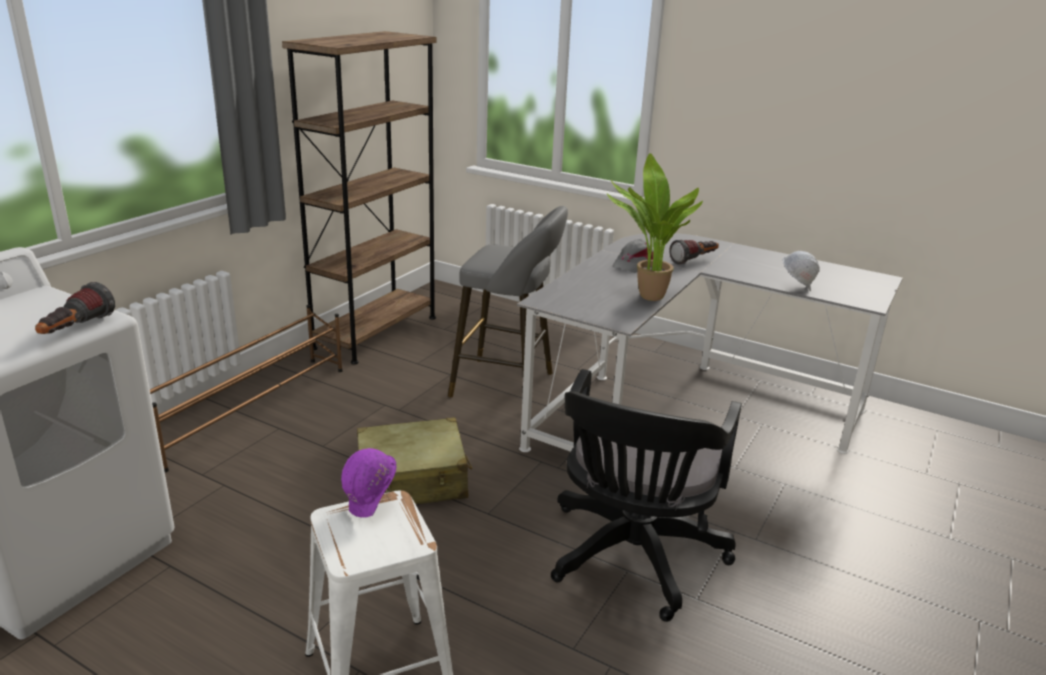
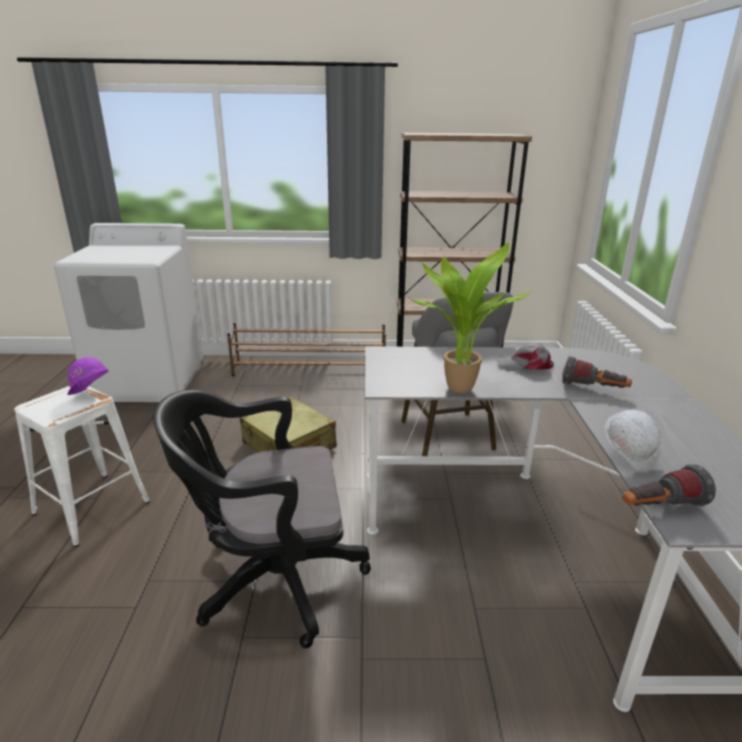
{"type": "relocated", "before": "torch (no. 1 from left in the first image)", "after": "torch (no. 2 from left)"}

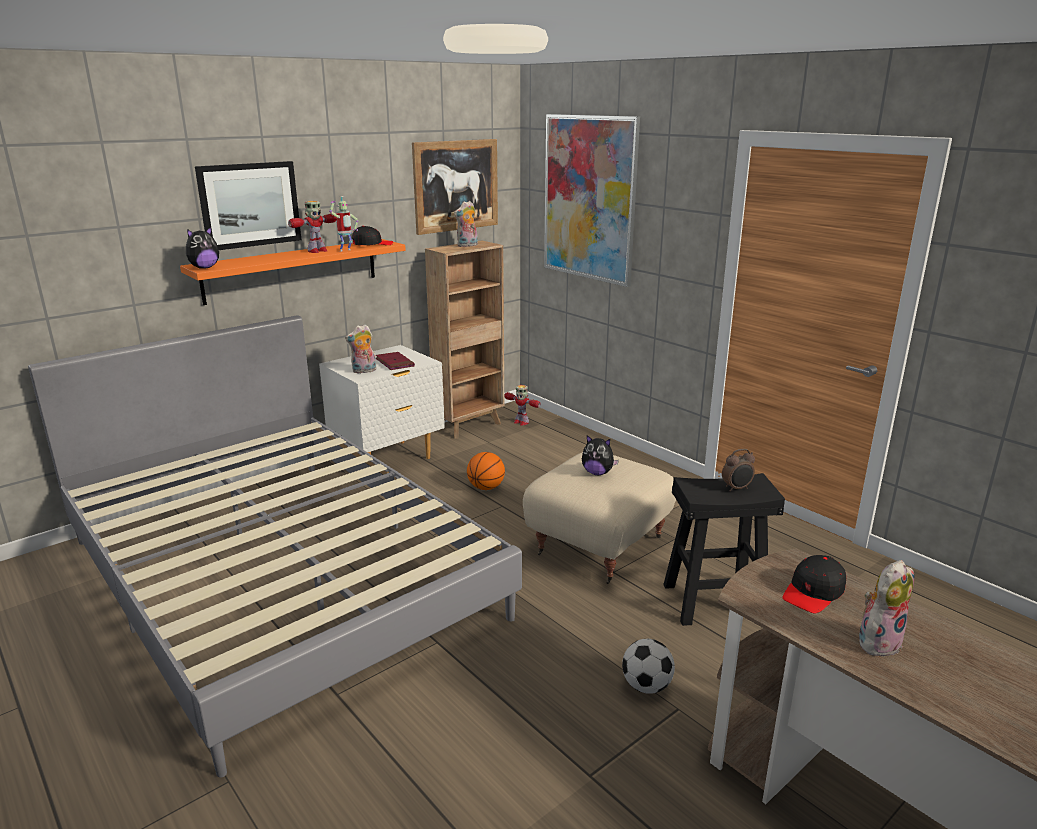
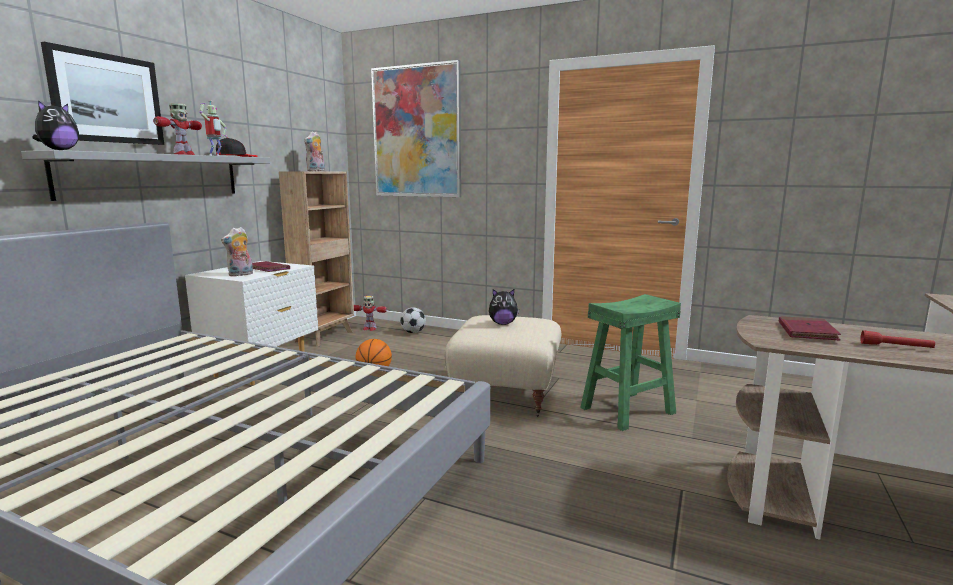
{"type": "colour", "before": "wall shelf/orange-coloured", "after": "wall shelf/grey"}
{"type": "missing", "before": "wall art (no. 2 from left)"}
{"type": "relocated", "before": "football ball"}
{"type": "colour", "before": "stool seat/blackish", "after": "stool seat/green-coloured"}
{"type": "missing", "before": "table clock"}
{"type": "exchanged", "before": "baseball cap/blackish (no. 2 from left)", "after": "bound book/reddish (no. 2 from left)"}
{"type": "exchanged", "before": "plush toy (no. 5 from left)", "after": "torch/reddish"}

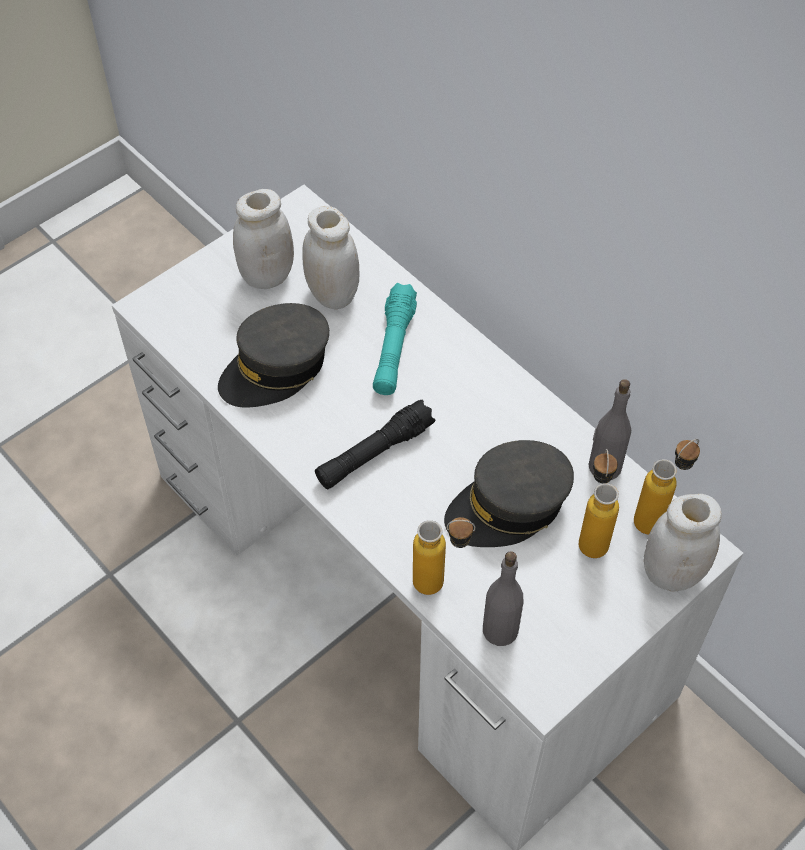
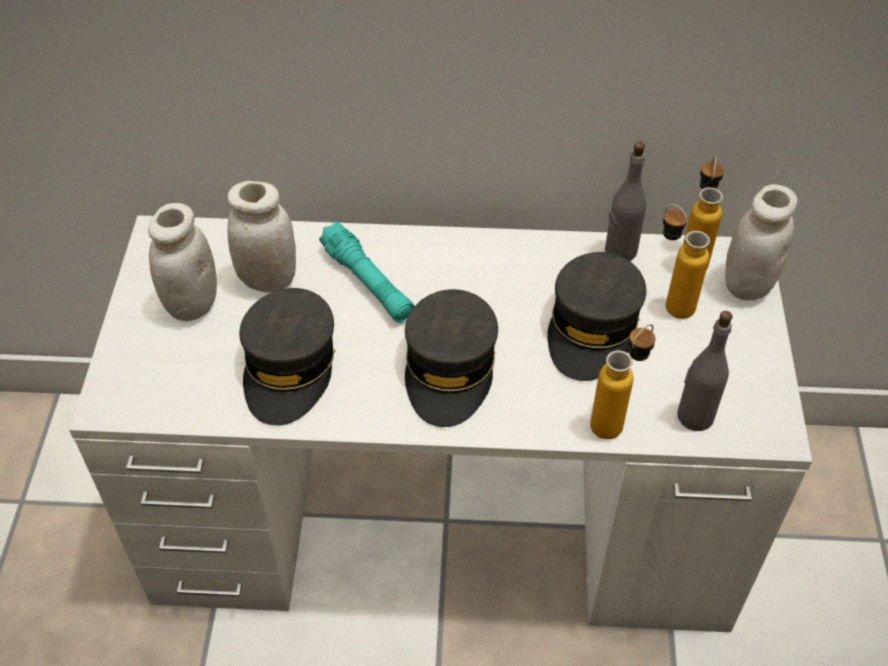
{"type": "exchanged", "before": "torch/blackish", "after": "baseball cap/grey (no. 2 from left)"}

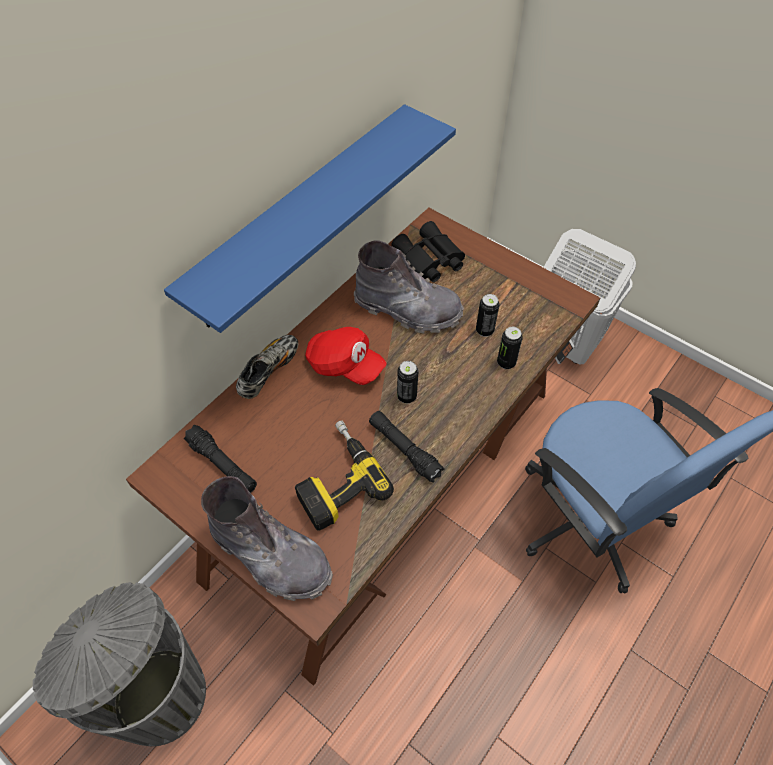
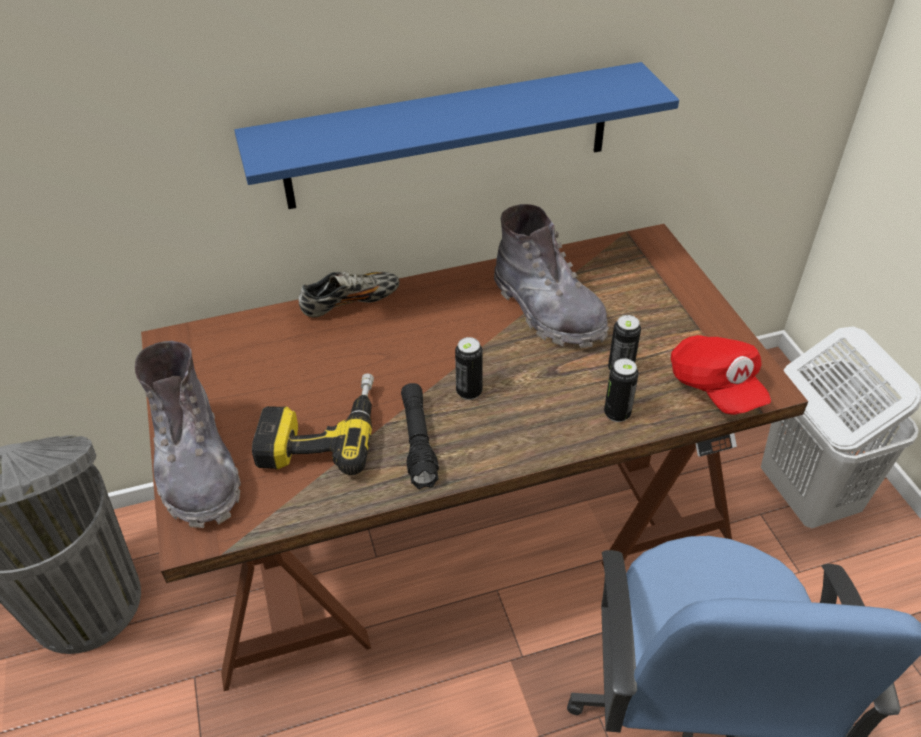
{"type": "missing", "before": "torch/blackish (no. 1 from left)"}
{"type": "relocated", "before": "baseball cap/reddish"}
{"type": "missing", "before": "field glasses/blackish"}

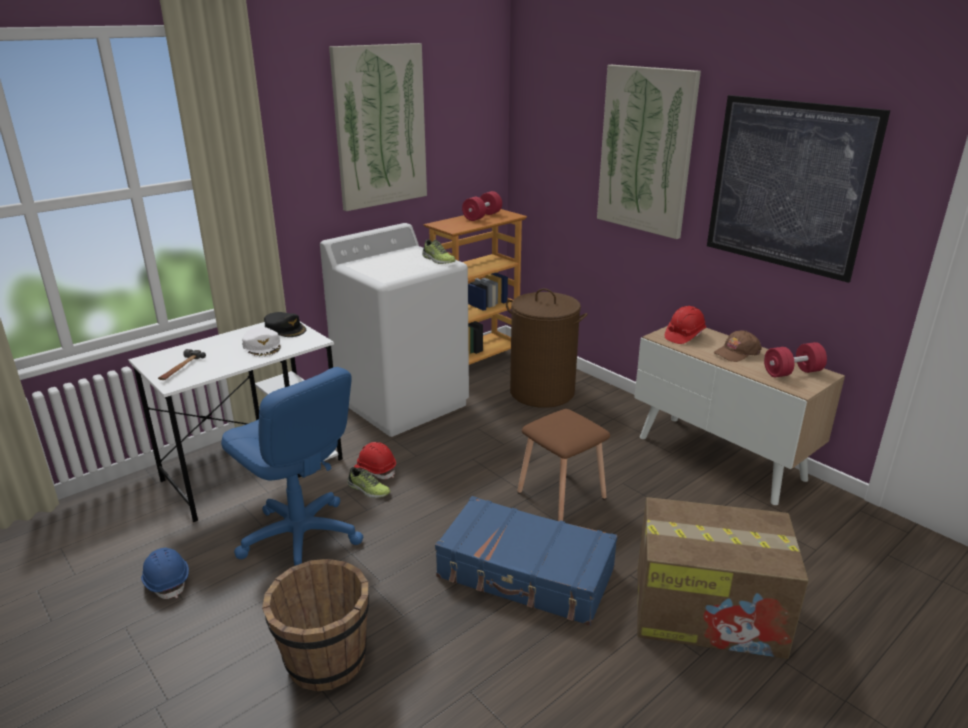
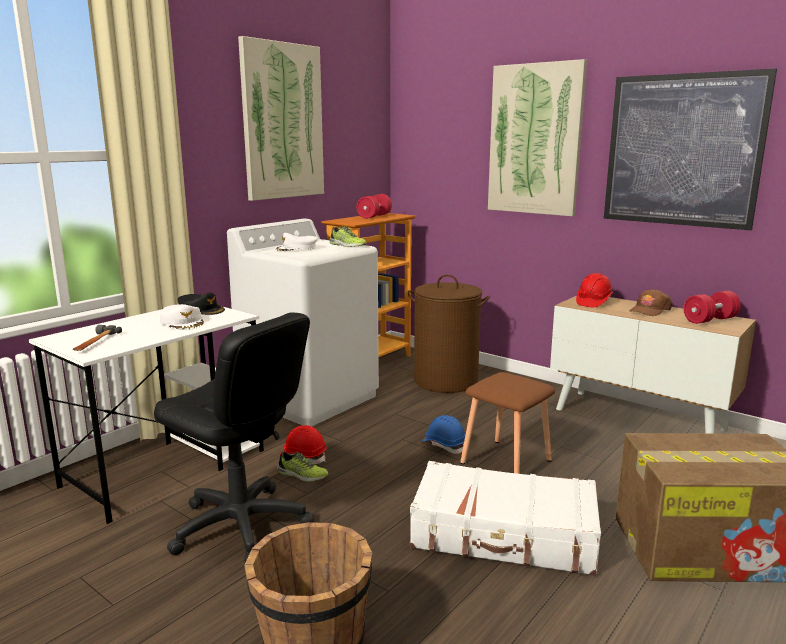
{"type": "relocated", "before": "safety helmet/blue-coloured"}
{"type": "colour", "before": "computer chair/blue-coloured", "after": "computer chair/blackish"}
{"type": "colour", "before": "suitcase/blue-coloured", "after": "suitcase/whitish"}
{"type": "appeared", "after": "baseball cap/whitish (no. 2 from left)"}

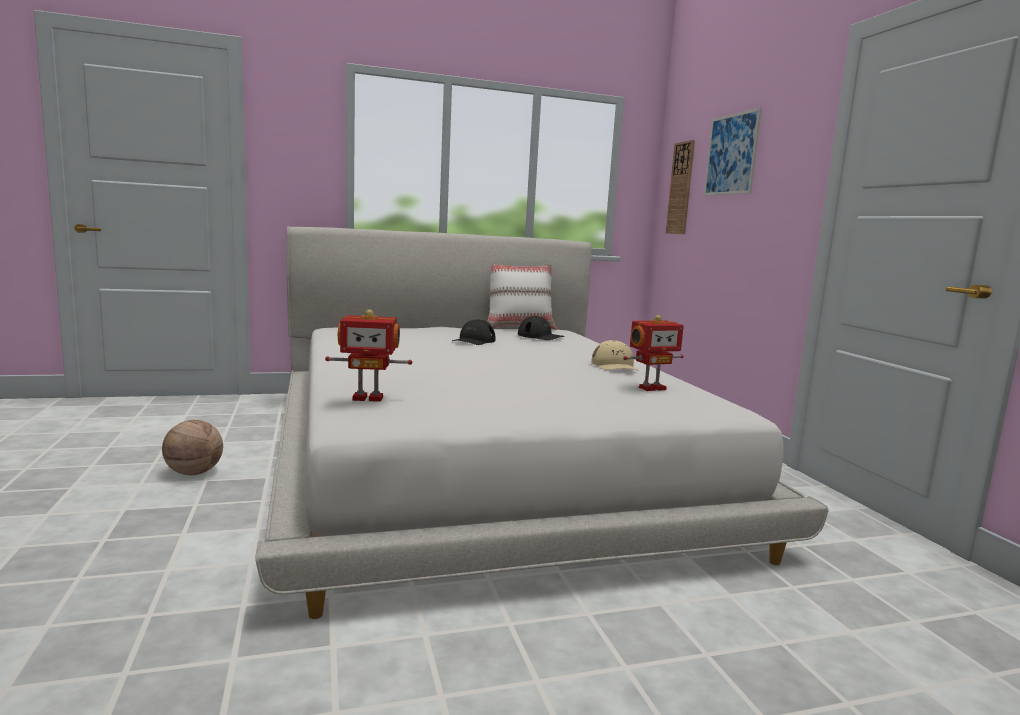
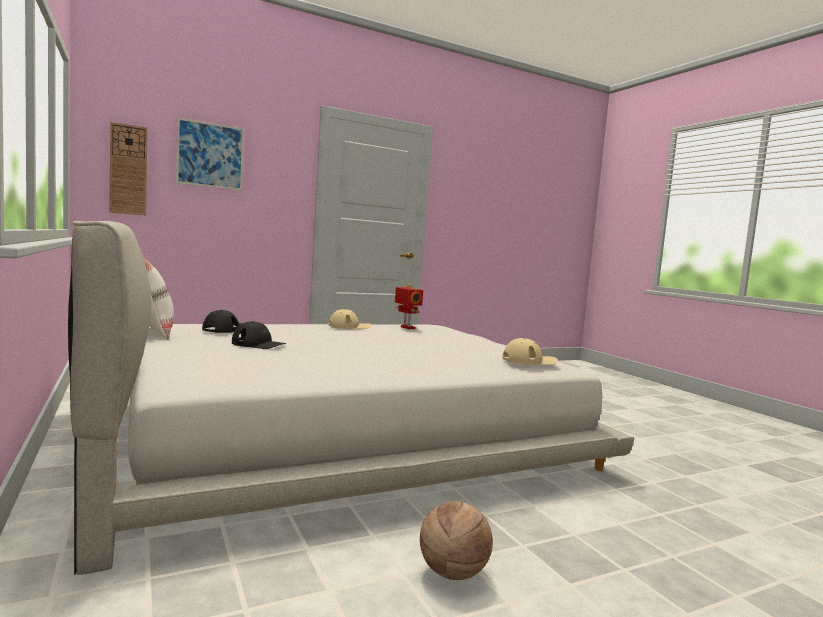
{"type": "exchanged", "before": "toy robot (no. 1 from left)", "after": "baseball cap/beige-coloured (no. 2 from left)"}

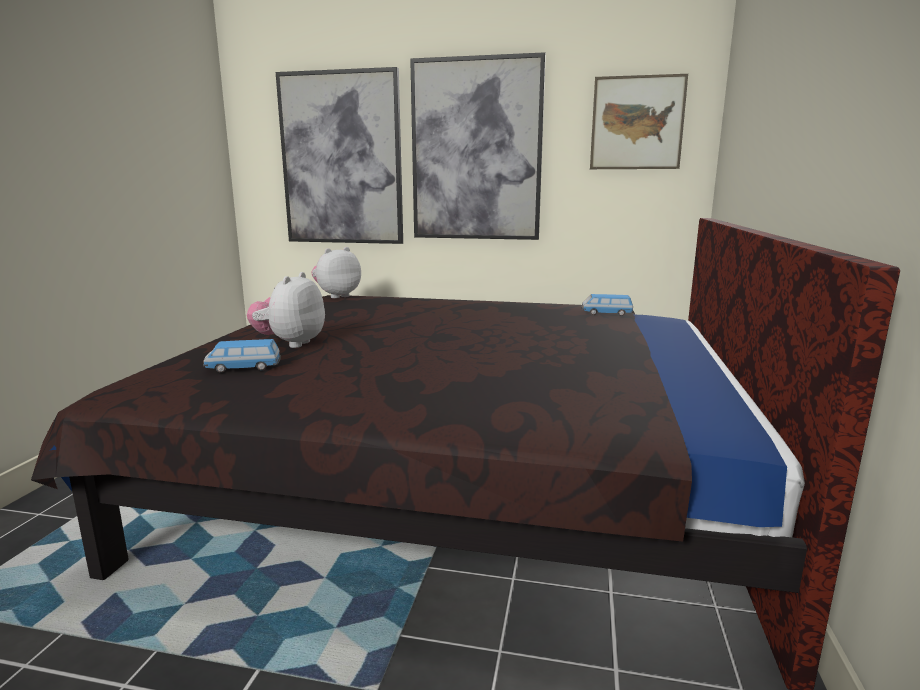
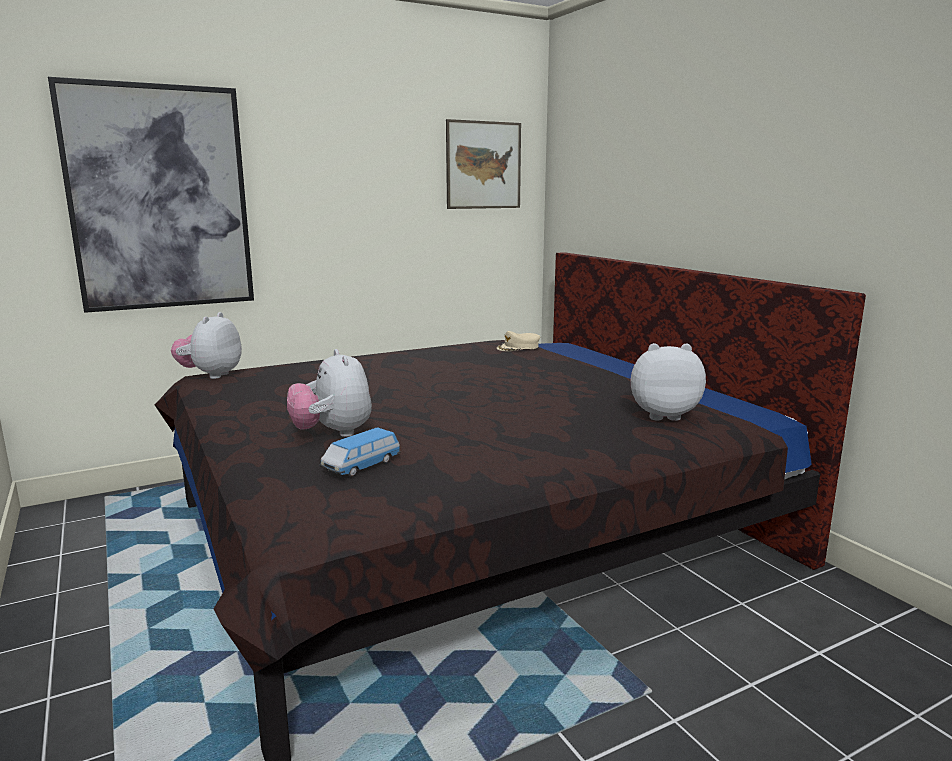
{"type": "missing", "before": "wall art (no. 2 from left)"}
{"type": "exchanged", "before": "toy car (no. 2 from left)", "after": "baseball cap/beige-coloured"}
{"type": "appeared", "after": "plush toy (no. 3 from left)"}

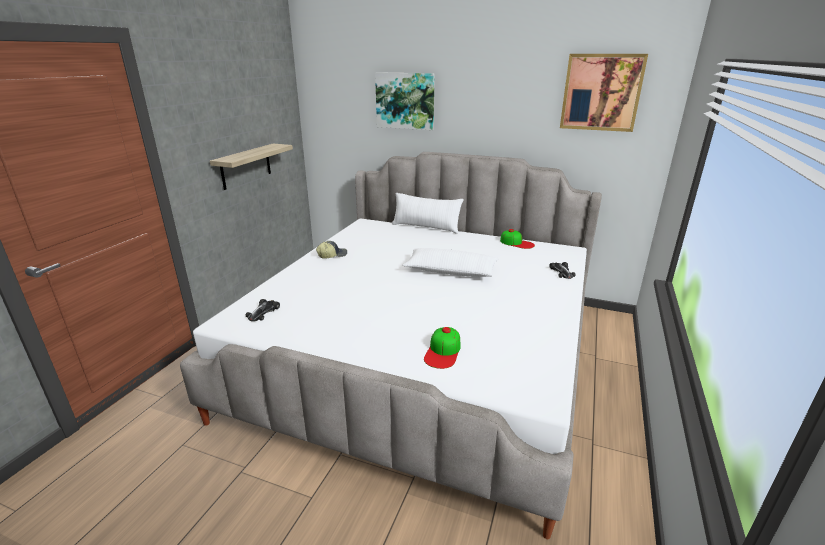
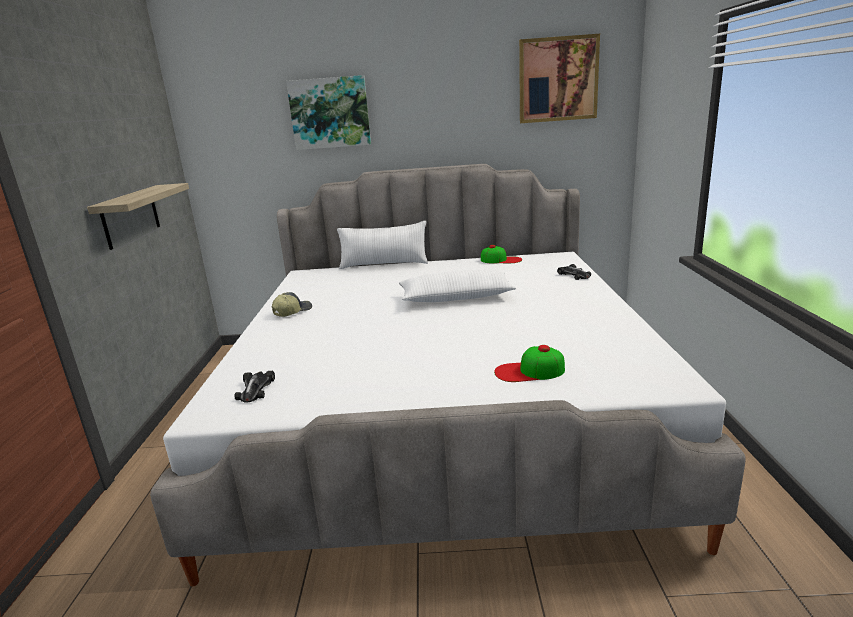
{"type": "spun", "before": "baseball cap (no. 2 from left in the first image)", "turn": 90}

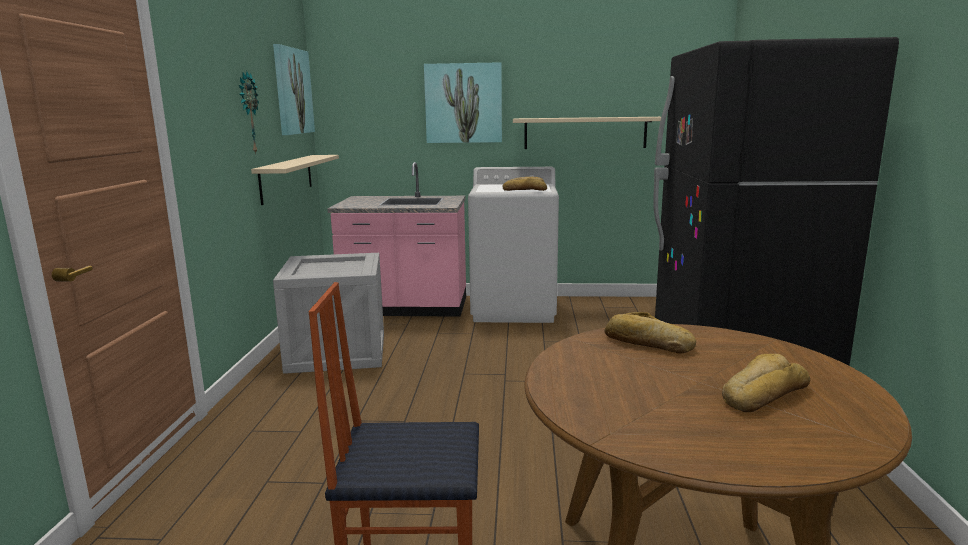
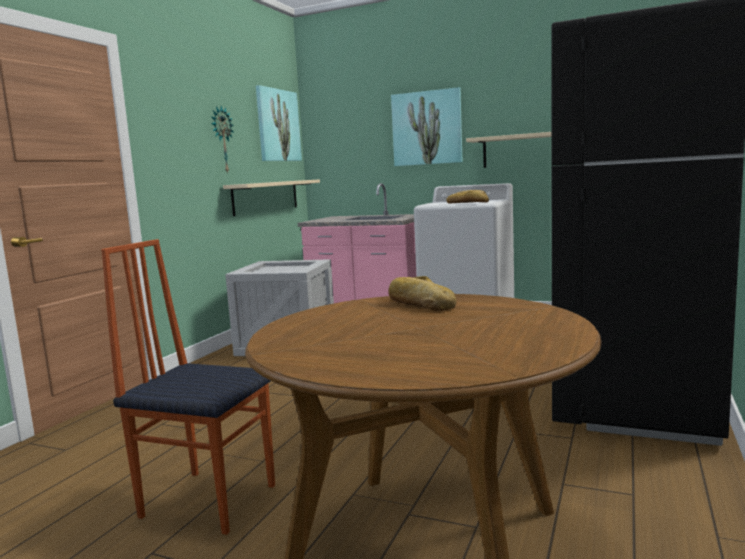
{"type": "missing", "before": "baked bread (no. 3 from left)"}

